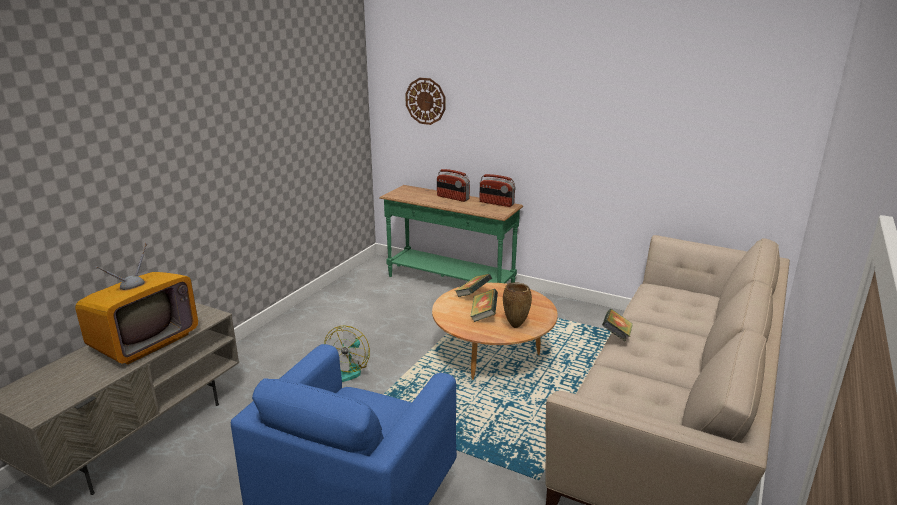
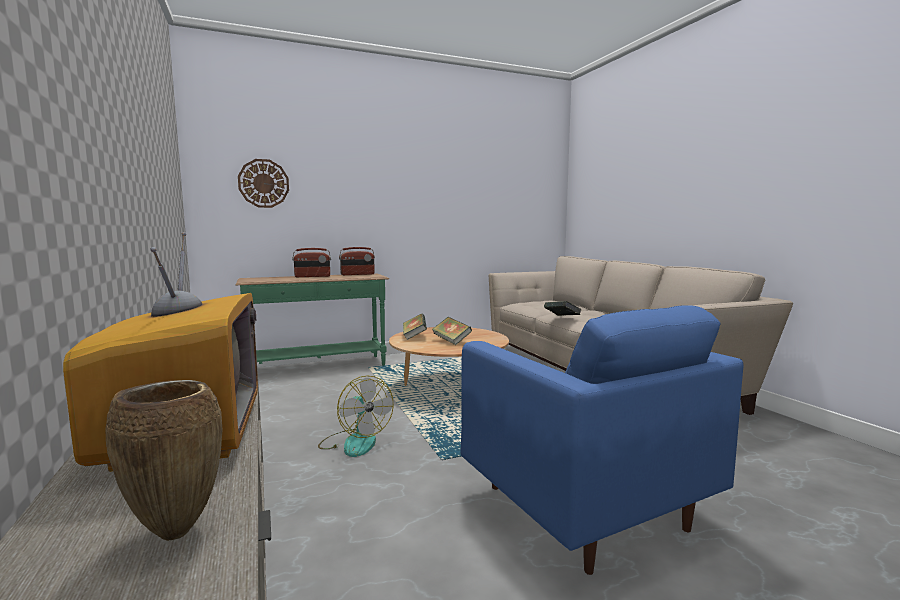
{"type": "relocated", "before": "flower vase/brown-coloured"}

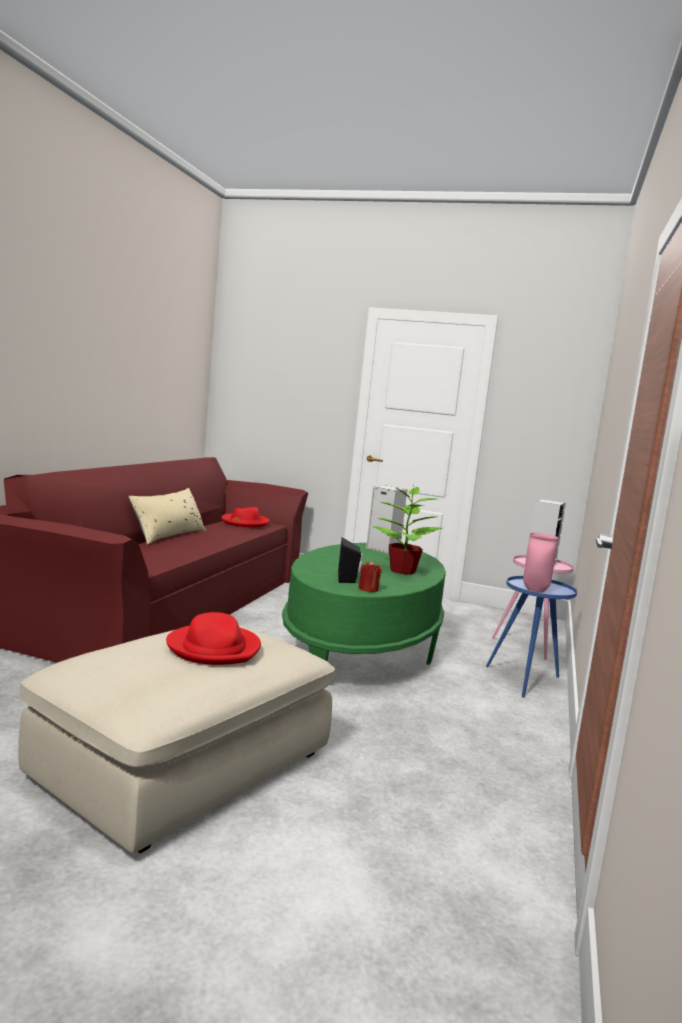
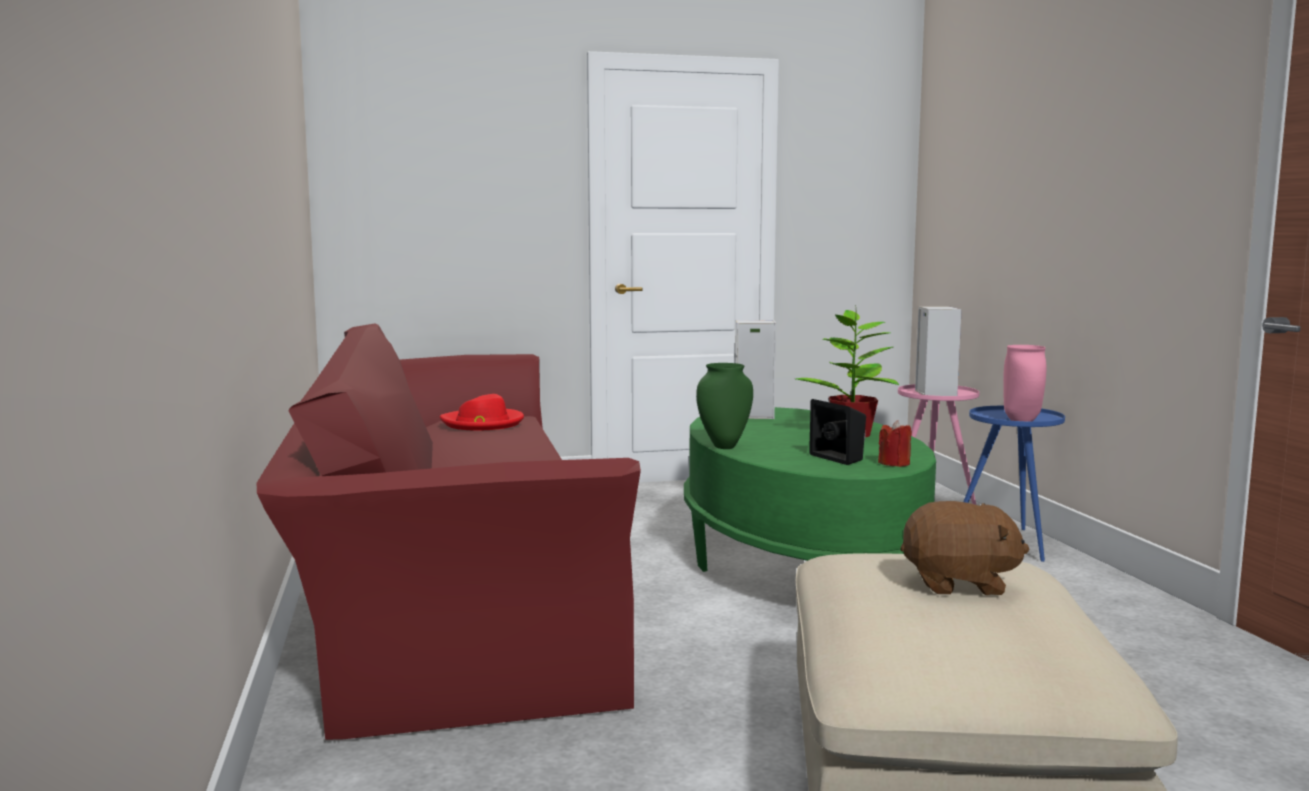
{"type": "missing", "before": "pillow/beige-coloured"}
{"type": "exchanged", "before": "wearable hat/reddish (no. 1 from left)", "after": "plush toy/brown-coloured"}
{"type": "appeared", "after": "flower vase/green-coloured"}

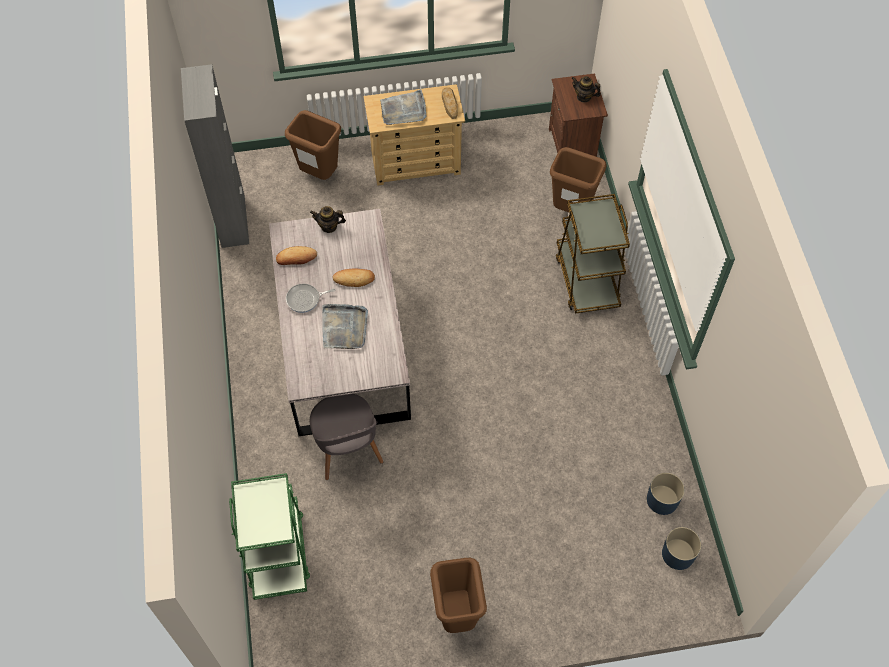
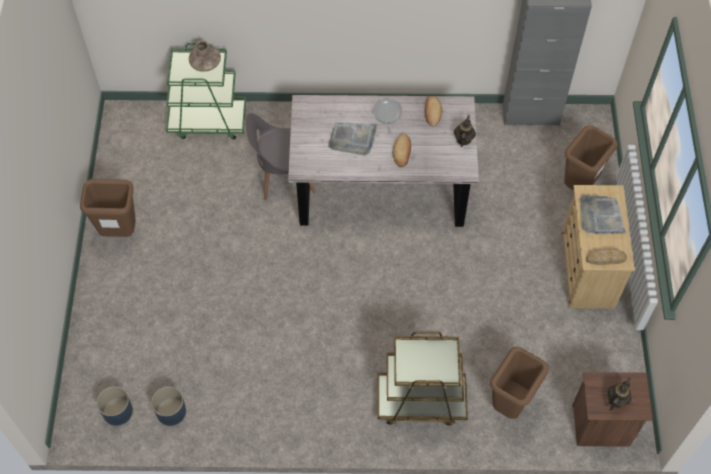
{"type": "appeared", "after": "flower vase/brown-coloured"}

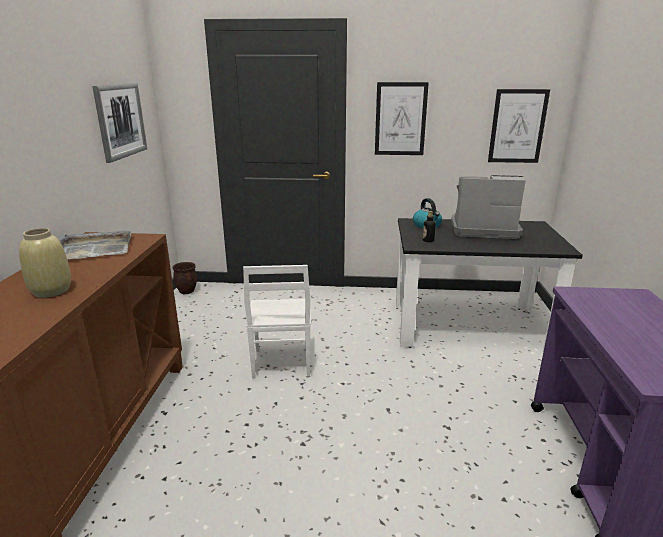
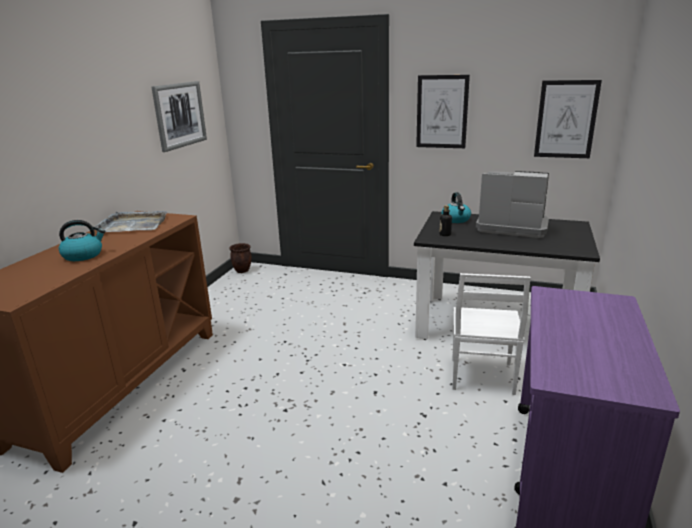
{"type": "exchanged", "before": "flower vase/beige-coloured", "after": "kettle (no. 1 from left)"}
{"type": "relocated", "before": "chair/whitish"}

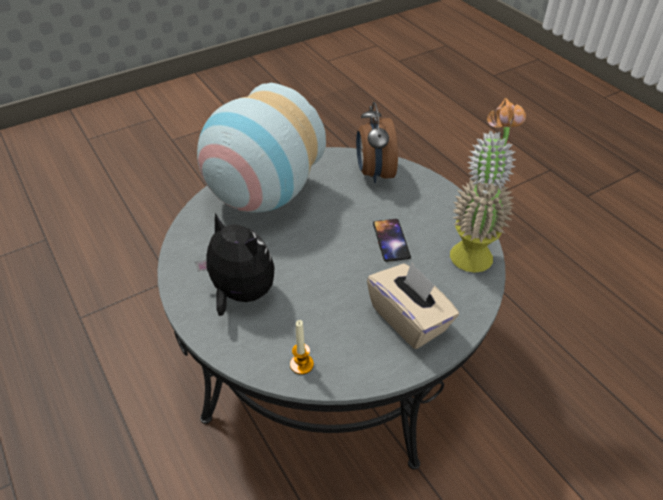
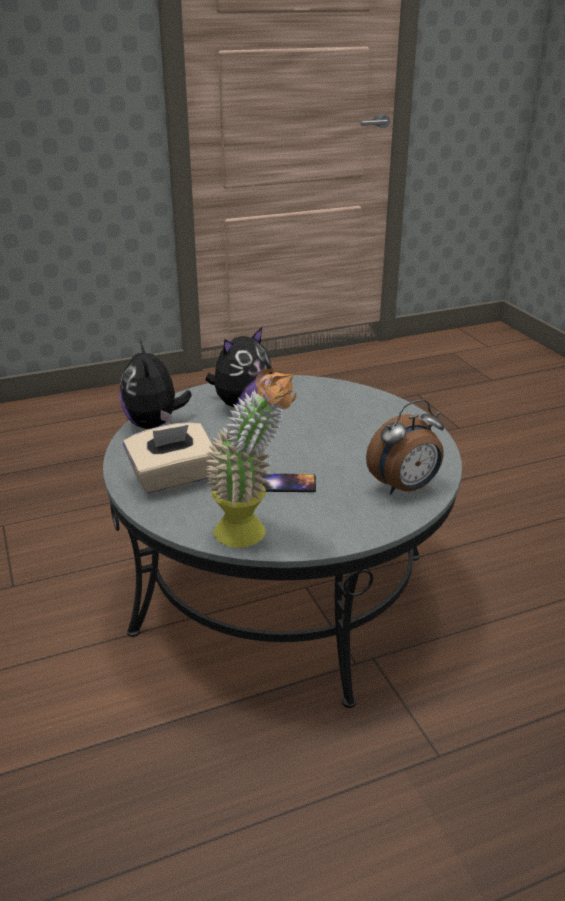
{"type": "missing", "before": "flower vase"}
{"type": "exchanged", "before": "wax light", "after": "plush toy (no. 1 from left)"}
{"type": "spun", "before": "table clock", "turn": 150}

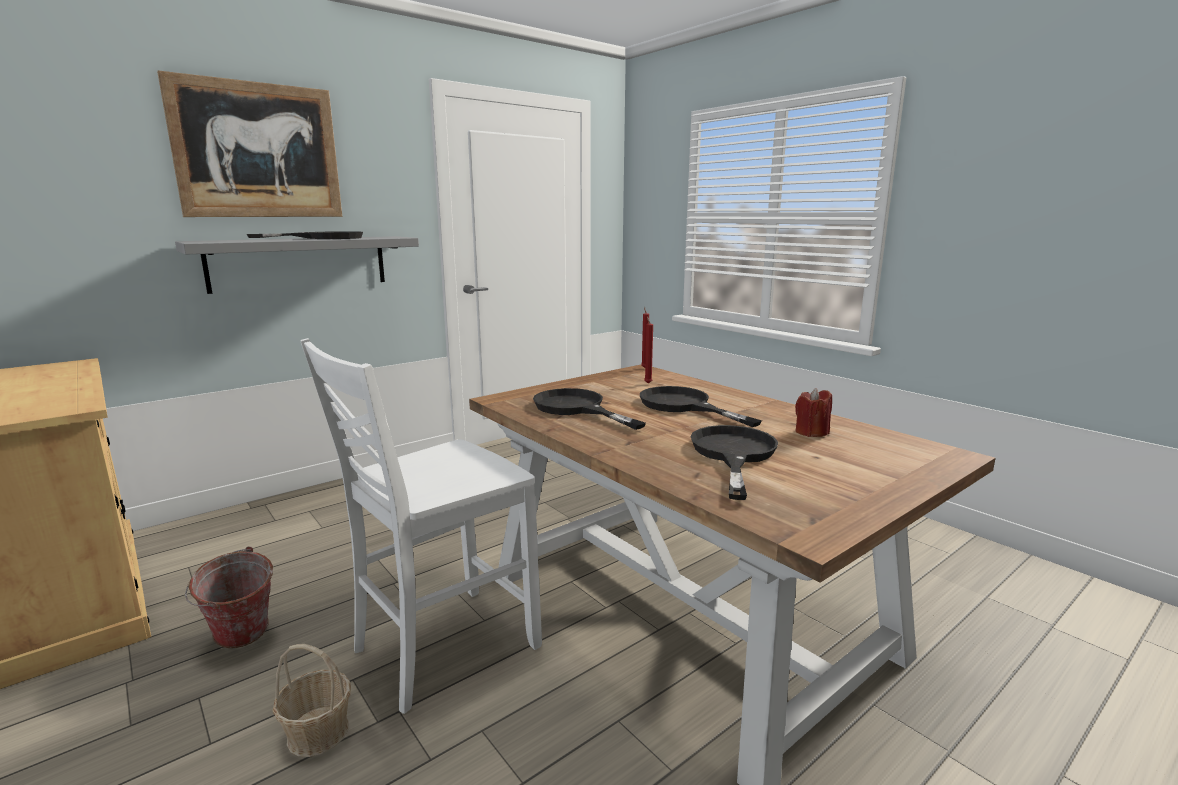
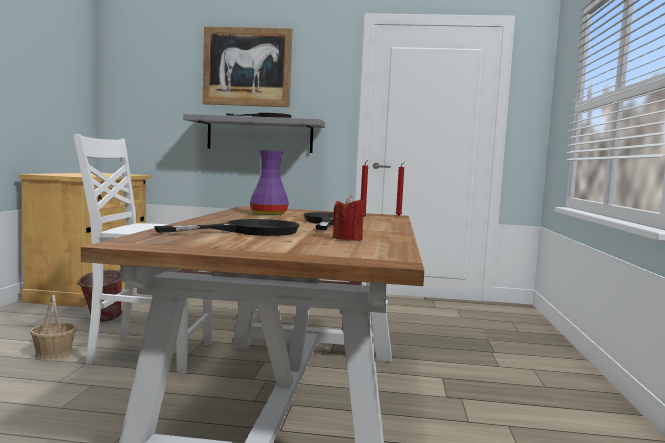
{"type": "exchanged", "before": "frying pan/blackish (no. 2 from left)", "after": "flower vase/purple-coloured"}

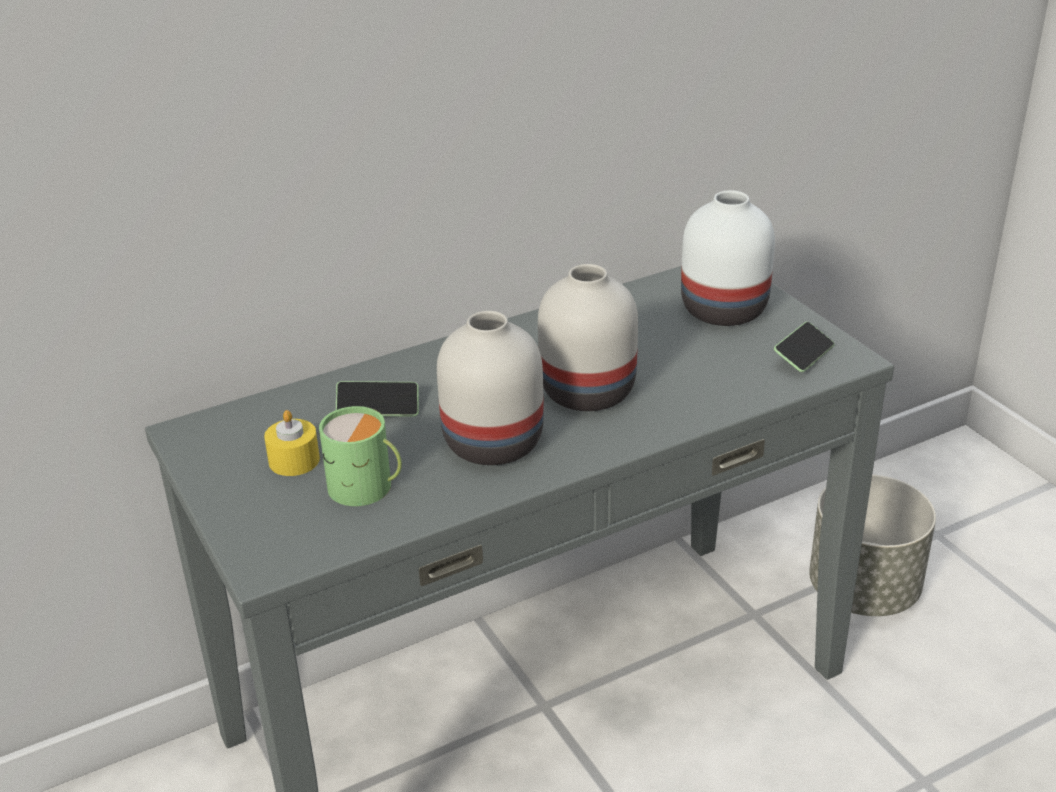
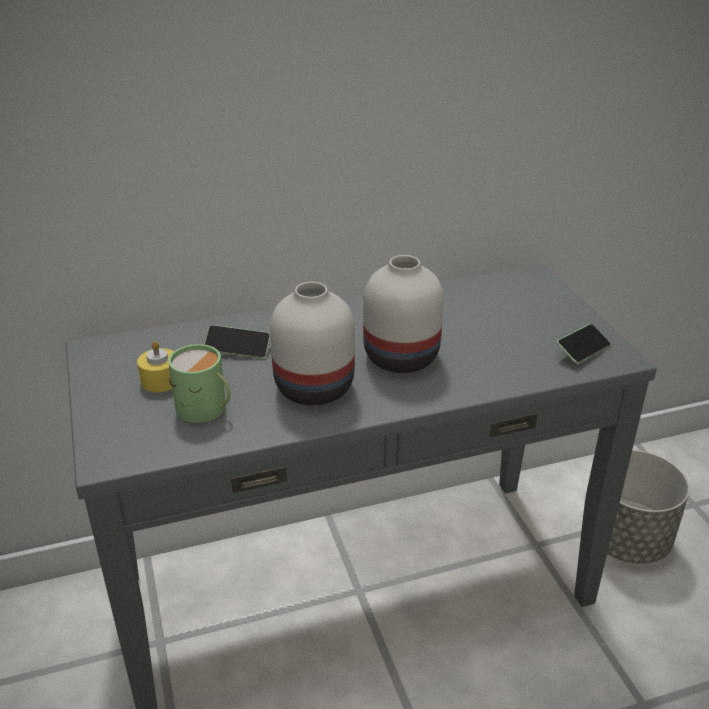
{"type": "missing", "before": "flower vase/whitish (no. 3 from left)"}

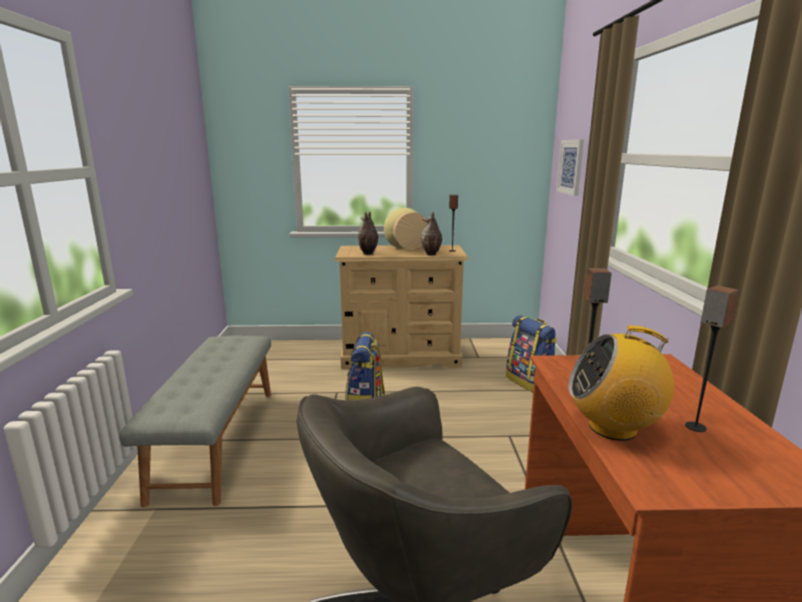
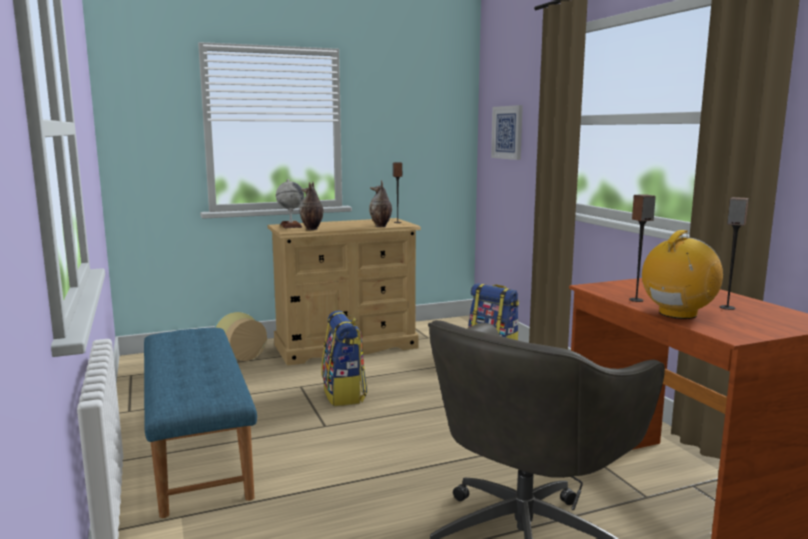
{"type": "colour", "before": "bench/grey", "after": "bench/blue-coloured"}
{"type": "relocated", "before": "flower vase (no. 2 from left in the first image)", "after": "flower vase (no. 1 from left)"}
{"type": "spun", "before": "radio set", "turn": 150}
{"type": "appeared", "after": "world globe"}

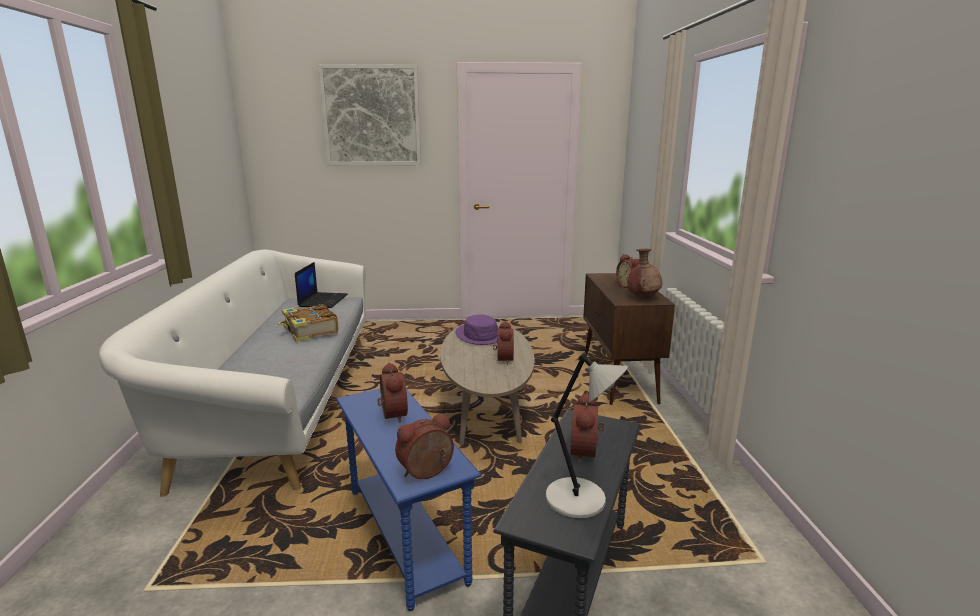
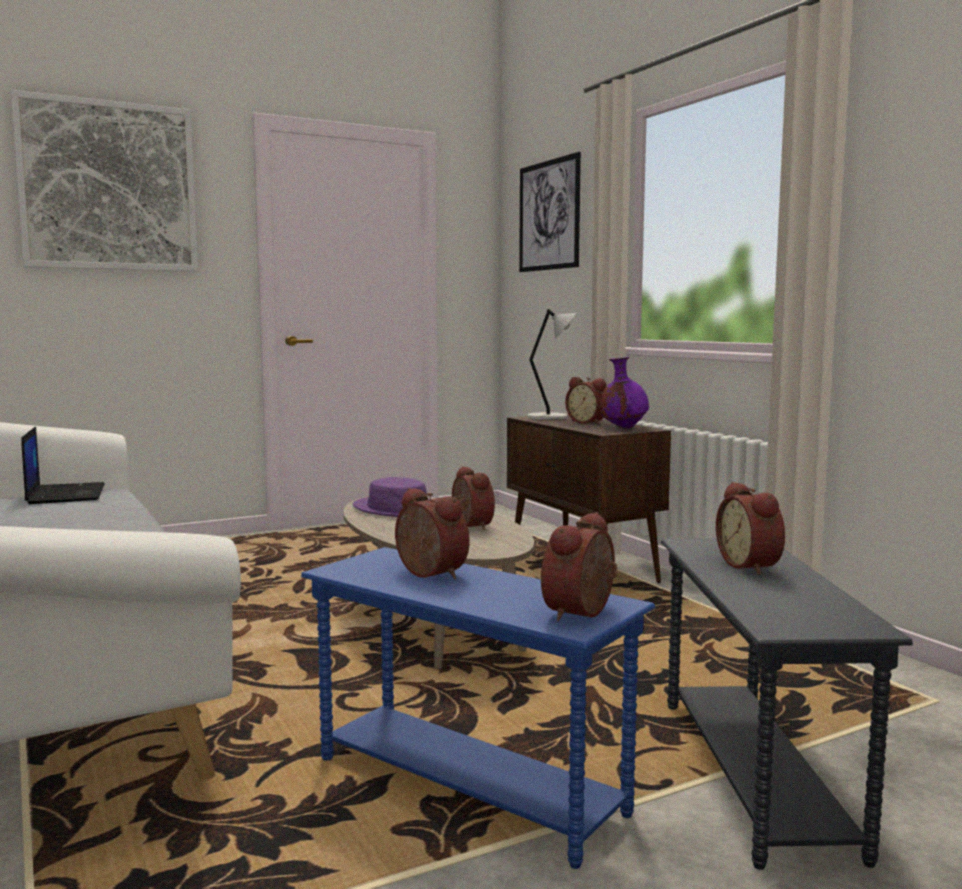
{"type": "missing", "before": "bound book"}
{"type": "relocated", "before": "table lamp/grey"}
{"type": "colour", "before": "flower vase/brown-coloured", "after": "flower vase/purple-coloured"}
{"type": "appeared", "after": "wall art (no. 2 from left)"}

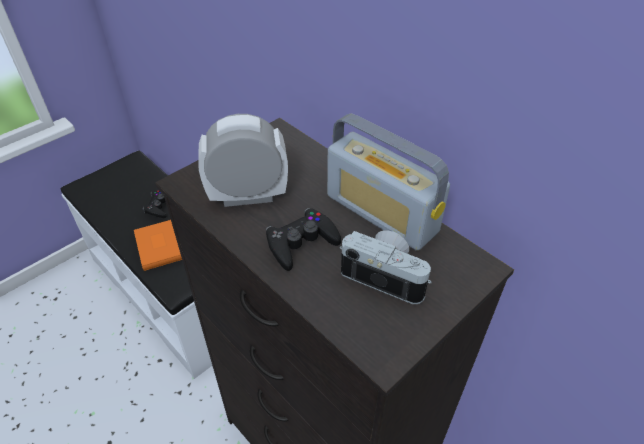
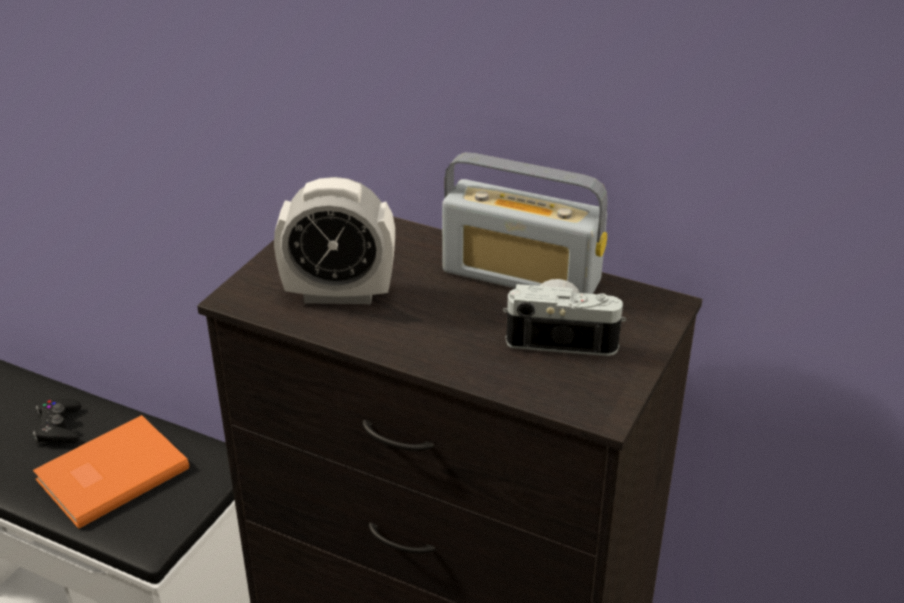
{"type": "spun", "before": "table clock", "turn": -150}
{"type": "missing", "before": "game controller/blackish (no. 2 from left)"}

